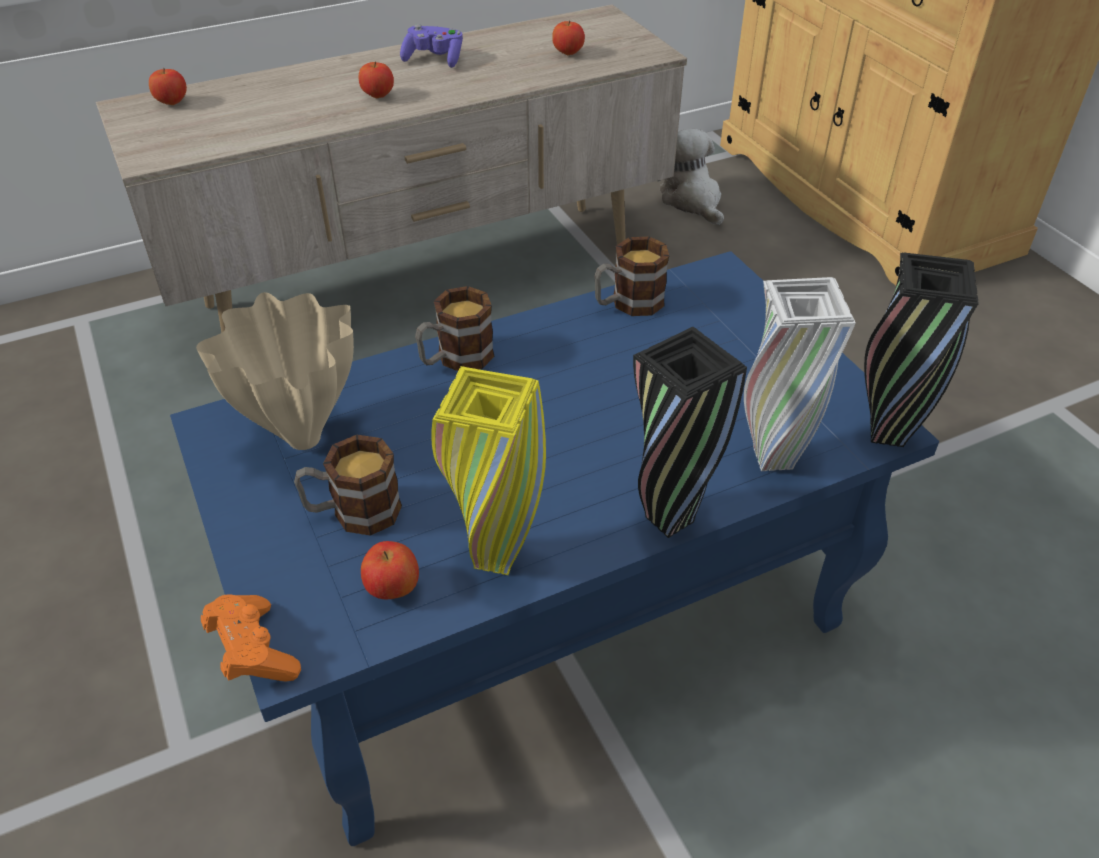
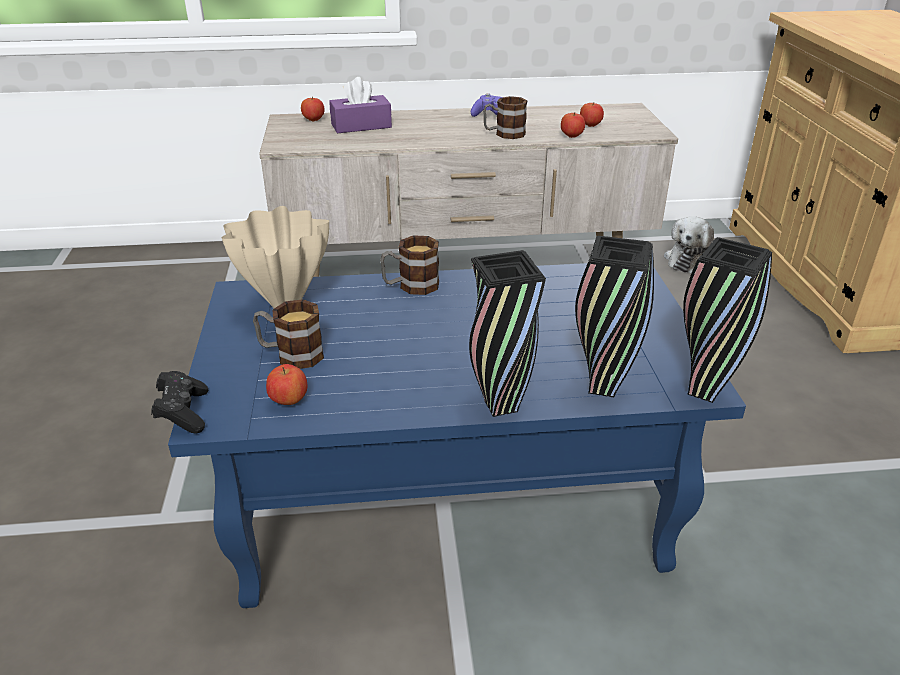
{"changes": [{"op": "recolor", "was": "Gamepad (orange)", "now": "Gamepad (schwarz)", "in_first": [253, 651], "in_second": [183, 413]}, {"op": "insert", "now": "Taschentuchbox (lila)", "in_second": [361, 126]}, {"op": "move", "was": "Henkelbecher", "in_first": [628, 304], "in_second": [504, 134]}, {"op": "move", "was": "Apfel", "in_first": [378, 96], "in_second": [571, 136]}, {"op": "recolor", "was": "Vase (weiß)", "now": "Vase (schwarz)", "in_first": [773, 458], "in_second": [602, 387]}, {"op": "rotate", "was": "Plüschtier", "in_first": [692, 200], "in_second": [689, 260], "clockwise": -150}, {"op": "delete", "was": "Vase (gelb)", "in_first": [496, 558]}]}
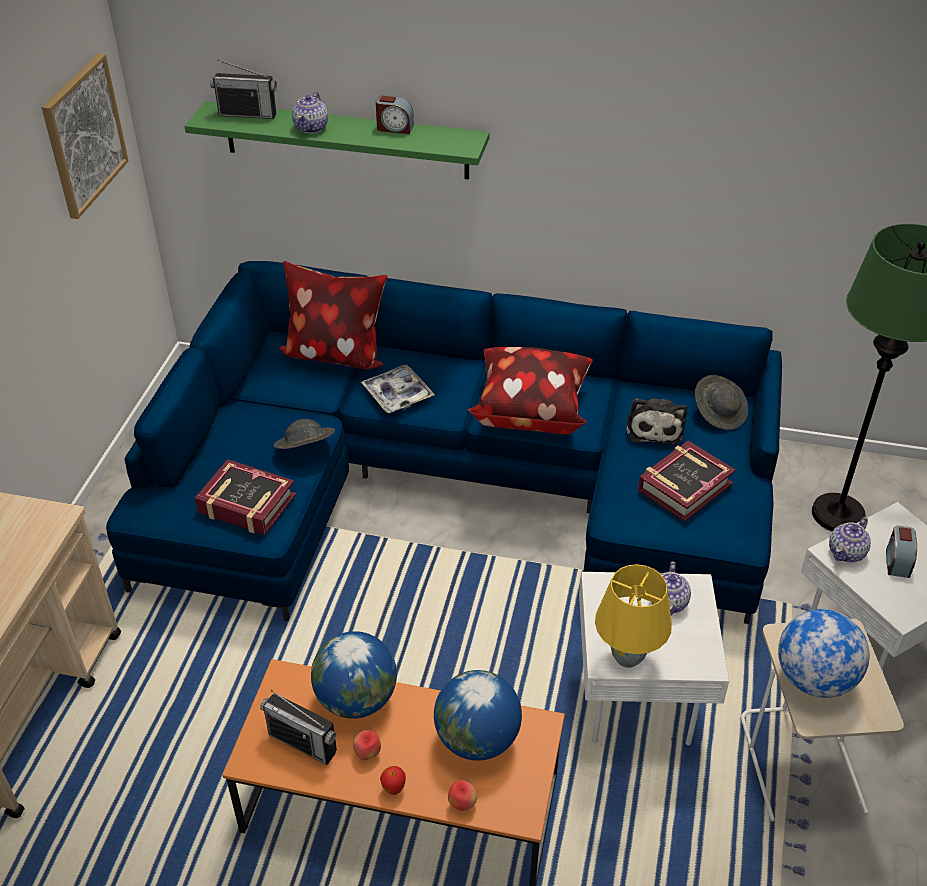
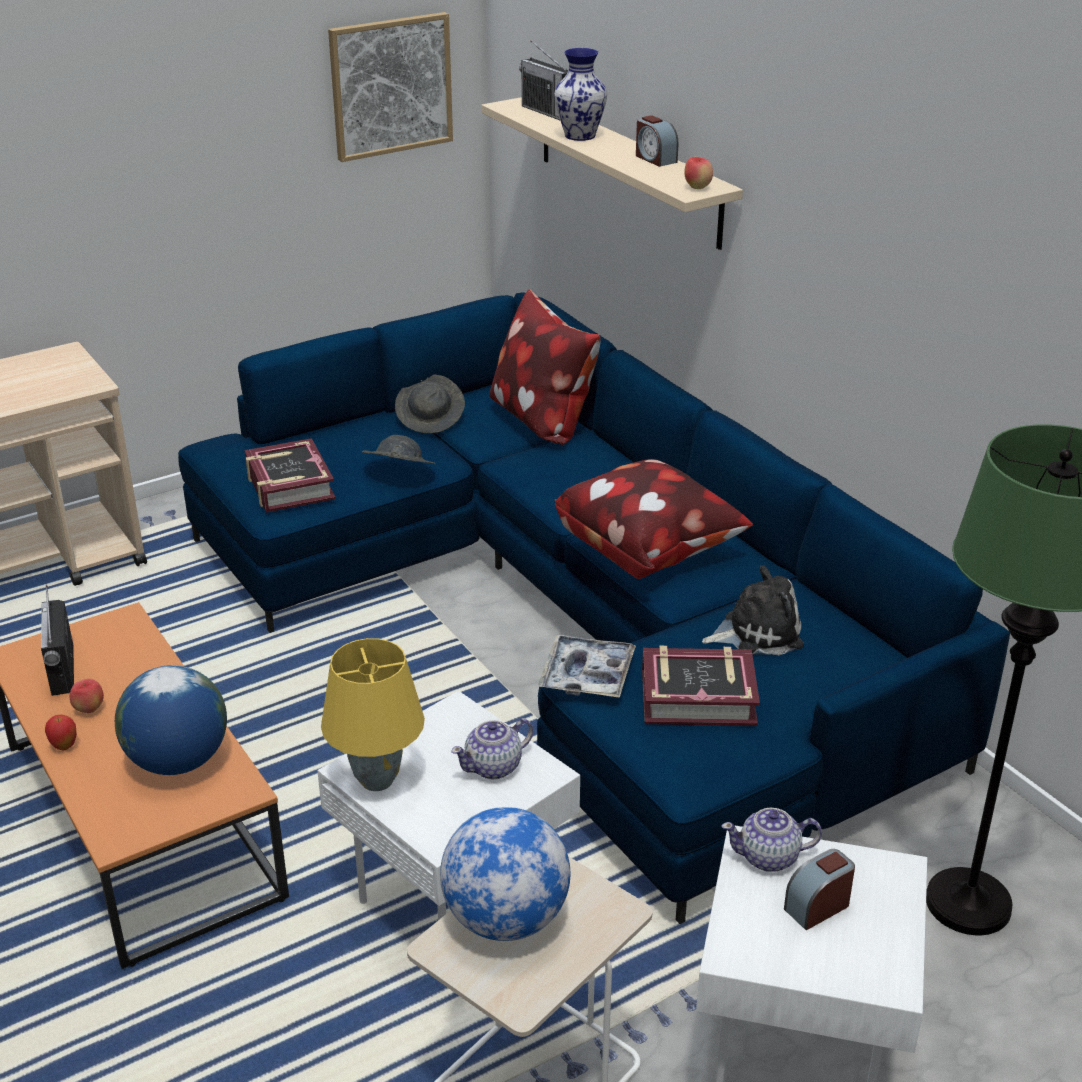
{"changes": [{"op": "move", "was": "Hut (grau)", "in_first": [719, 413], "in_second": [431, 419]}, {"op": "recolor", "was": "Wandregal (grün)", "now": "Wandregal (beige)", "in_first": [346, 140], "in_second": [628, 170]}, {"op": "move", "was": "Tablett", "in_first": [397, 394], "in_second": [587, 675]}, {"op": "replace", "was": "Teekanne", "now": "Vase", "in_first": [311, 127], "in_second": [581, 136]}, {"op": "move", "was": "Apfel", "in_first": [462, 804], "in_second": [697, 188]}, {"op": "rotate", "was": "Plüschtier", "in_first": [654, 427], "in_second": [757, 632], "clockwise": -150}, {"op": "delete", "was": "Globus", "in_first": [356, 700]}]}
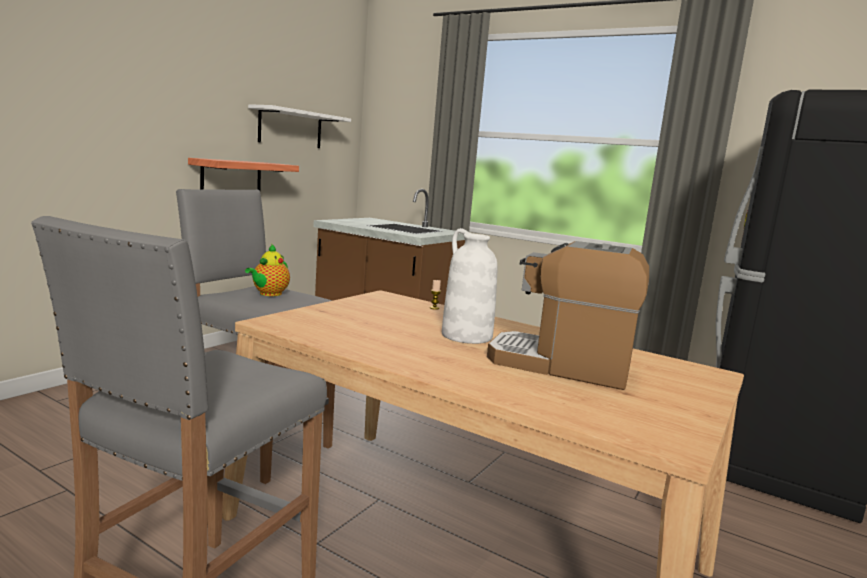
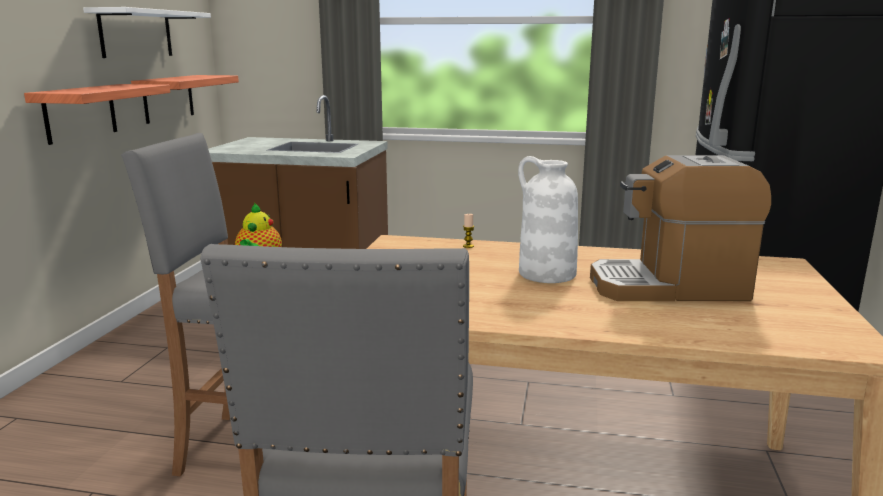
{"changes": [{"op": "insert", "now": "Wandregal", "in_second": [168, 98]}]}
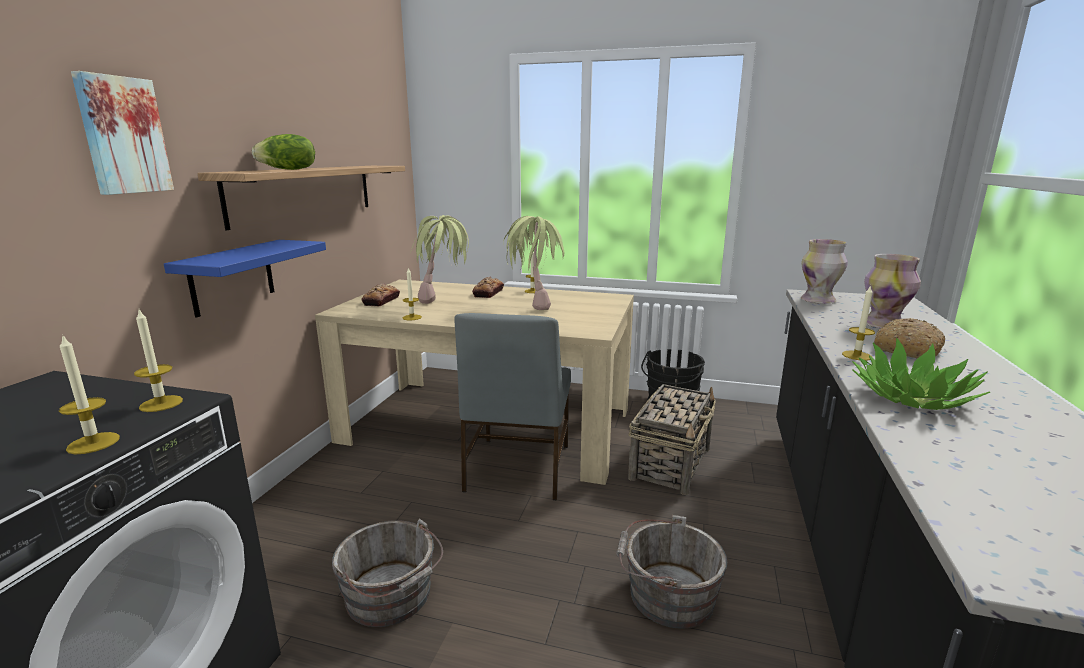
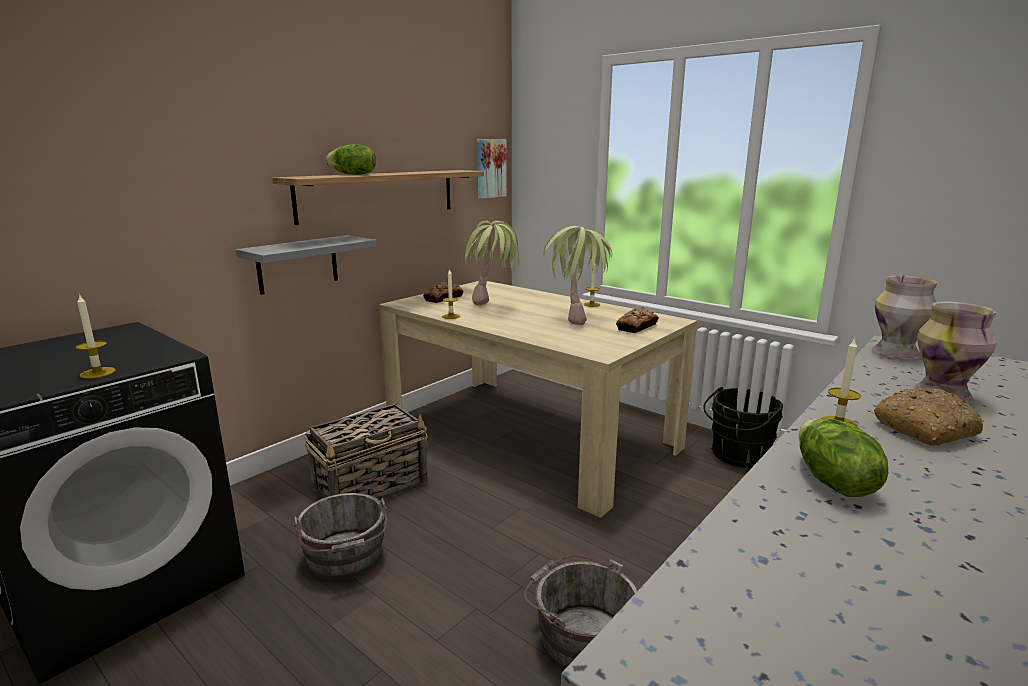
{"changes": [{"op": "recolor", "was": "Wandregal (blau)", "now": "Wandregal (grau)", "in_first": [232, 277], "in_second": [298, 264]}, {"op": "move", "was": "Korb", "in_first": [671, 463], "in_second": [372, 485]}, {"op": "move", "was": "Bild", "in_first": [122, 135], "in_second": [490, 168]}, {"op": "move", "was": "Brot", "in_first": [488, 293], "in_second": [637, 326]}, {"op": "replace", "was": "Topfpflanze", "now": "Salatkopf", "in_first": [912, 398], "in_second": [832, 482]}, {"op": "delete", "was": "Kerze", "in_first": [161, 403]}, {"op": "delete", "was": "Stuhl (grau)", "in_first": [517, 468]}]}
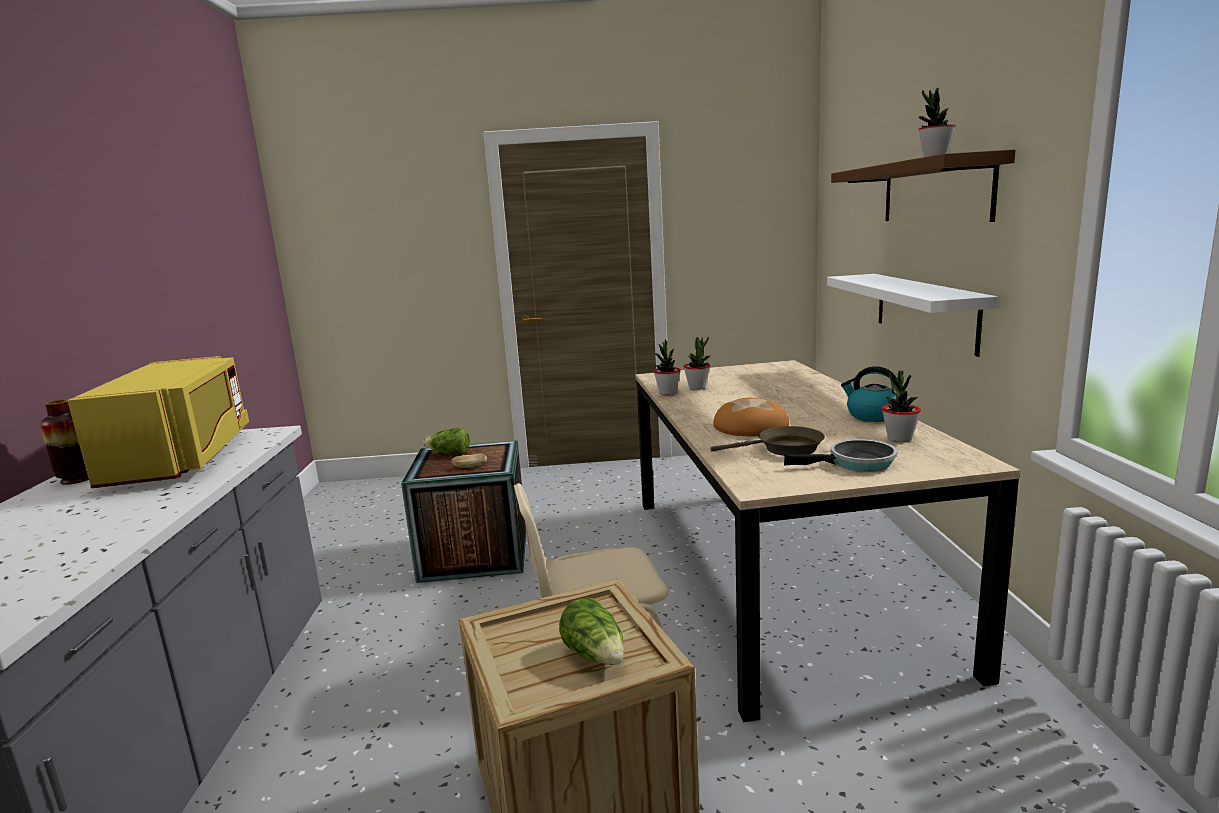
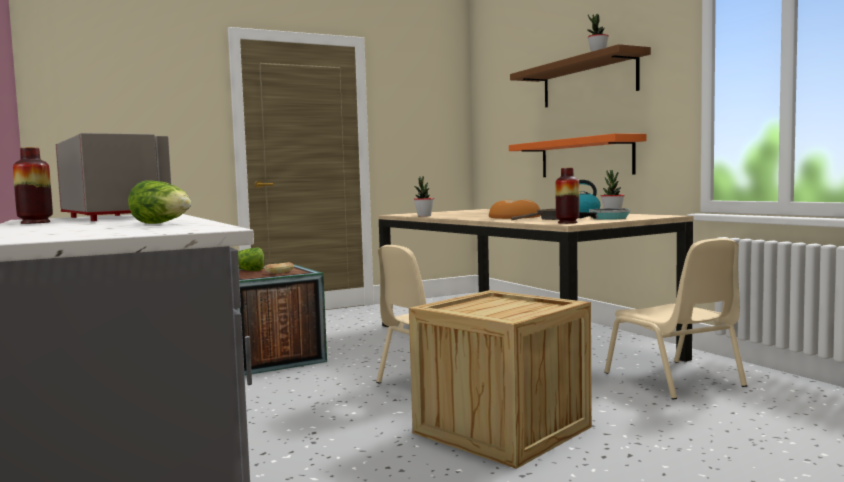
{"changes": [{"op": "recolor", "was": "Mikrowelle (gelb)", "now": "Mikrowelle (grau)", "in_first": [182, 459], "in_second": [114, 217]}, {"op": "move", "was": "Salatkopf", "in_first": [596, 655], "in_second": [163, 224]}, {"op": "recolor", "was": "Wandregal (weiß)", "now": "Wandregal (orange)", "in_first": [924, 310], "in_second": [585, 157]}, {"op": "insert", "now": "Vase", "in_second": [567, 223]}, {"op": "insert", "now": "Stuhl (beige)", "in_second": [675, 380]}, {"op": "delete", "was": "Topfpflanze", "in_first": [697, 387]}]}
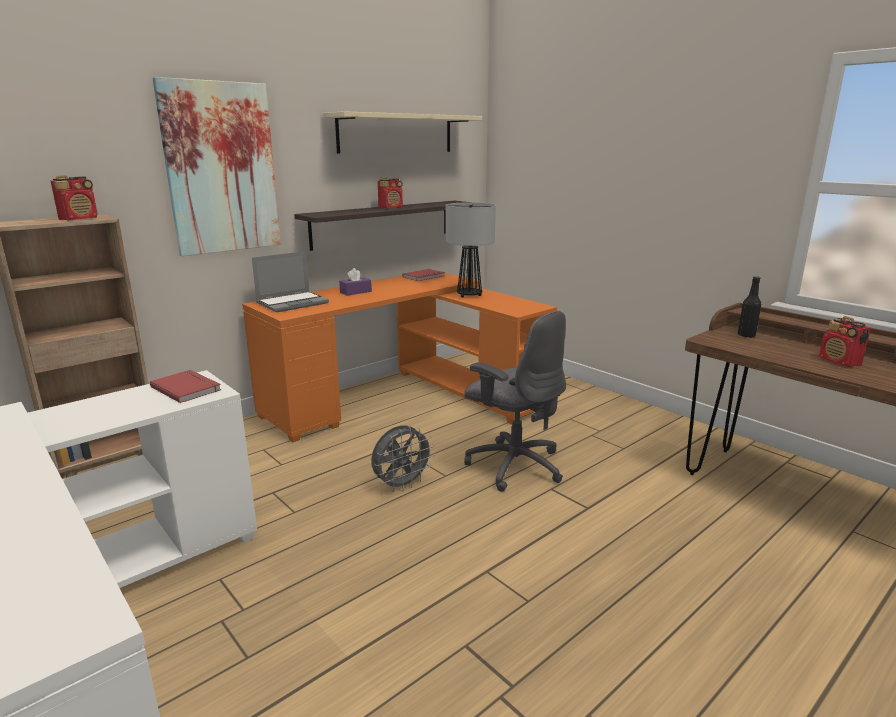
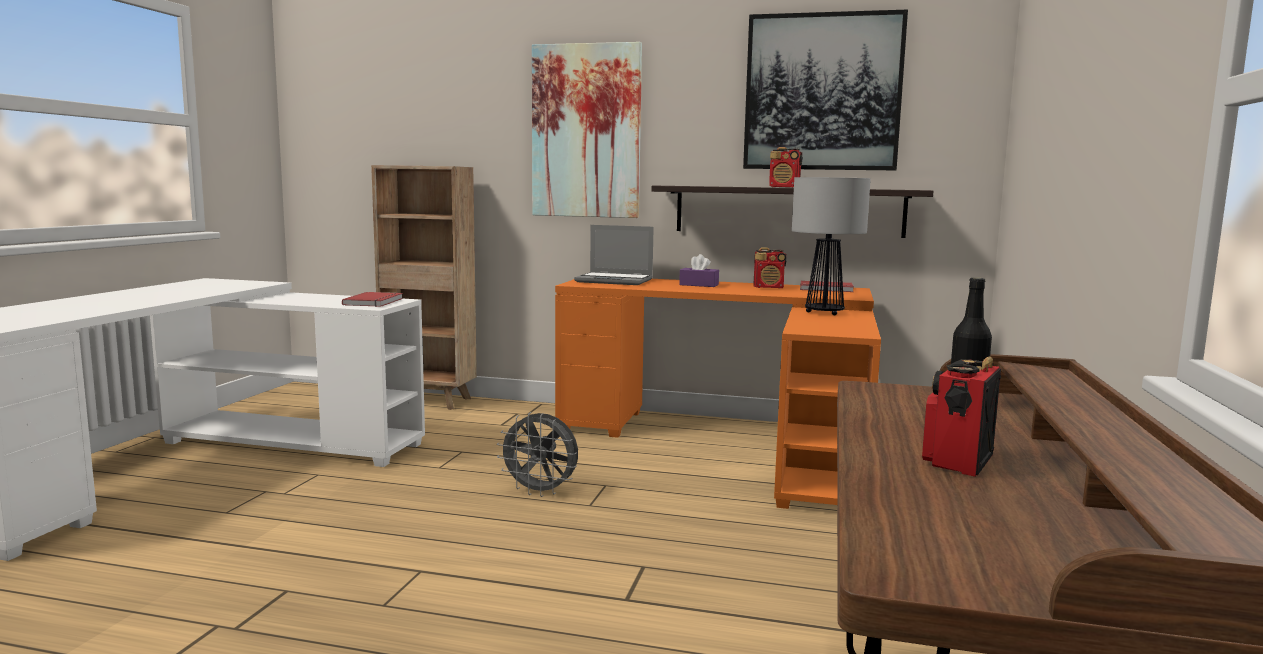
{"changes": [{"op": "replace", "was": "Wandregal (beige)", "now": "Bild", "in_first": [396, 133], "in_second": [822, 92]}, {"op": "move", "was": "Radio", "in_first": [80, 219], "in_second": [769, 287]}, {"op": "delete", "was": "Bürostuhl (grau)", "in_first": [514, 465]}]}
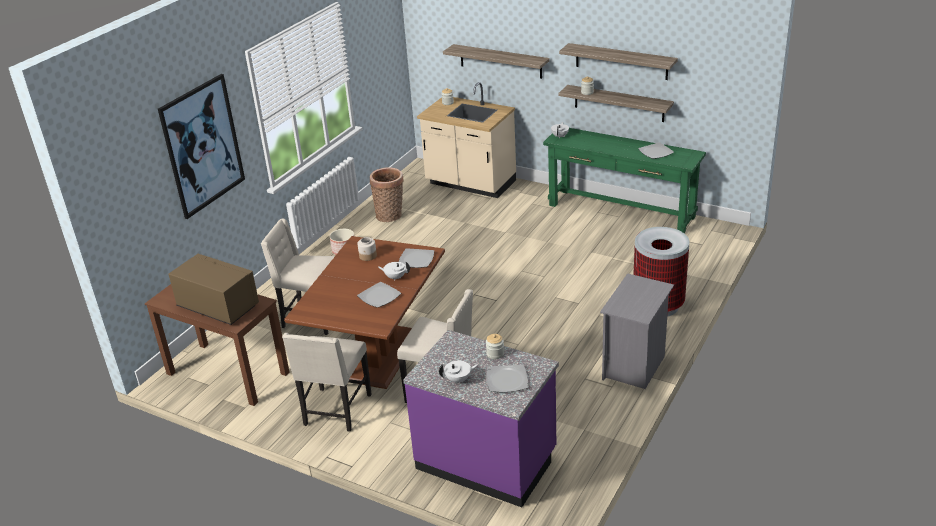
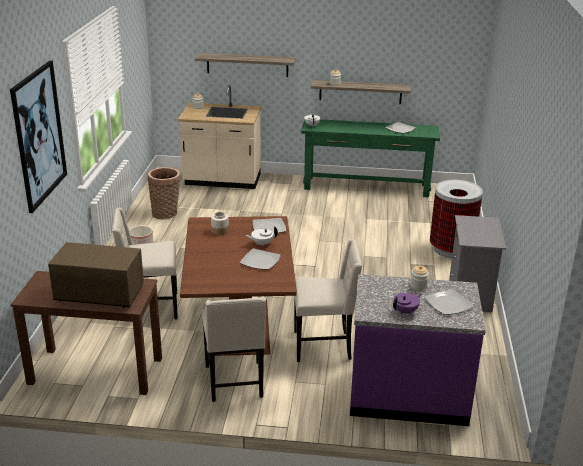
{"changes": [{"op": "recolor", "was": "Teekanne (weiß)", "now": "Teekanne (lila)", "in_first": [458, 380], "in_second": [406, 311]}, {"op": "delete", "was": "Wandregal", "in_first": [621, 61]}]}
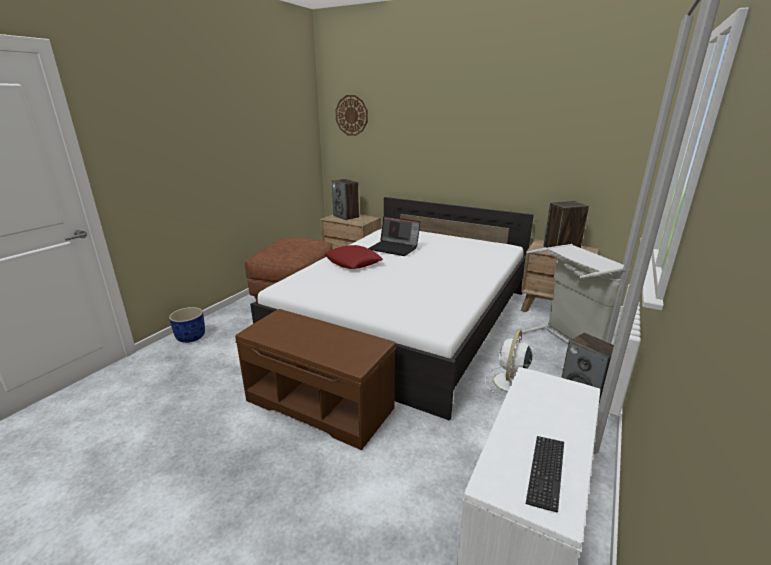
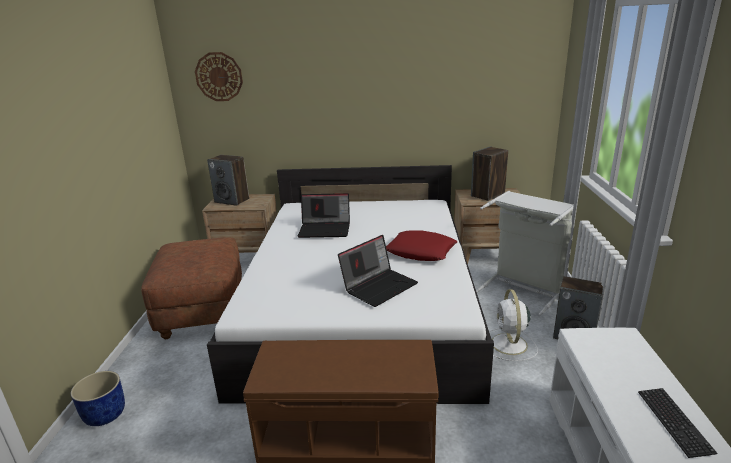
{"changes": [{"op": "insert", "now": "Laptop", "in_second": [379, 286]}, {"op": "move", "was": "Kissen (rot)", "in_first": [353, 262], "in_second": [421, 251]}]}
